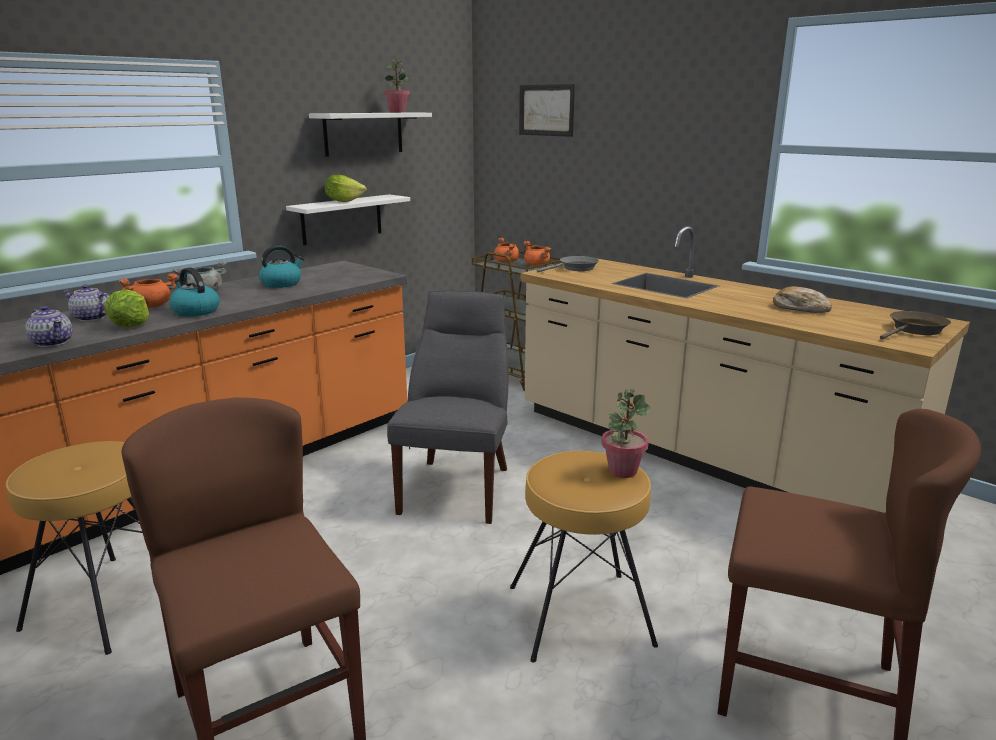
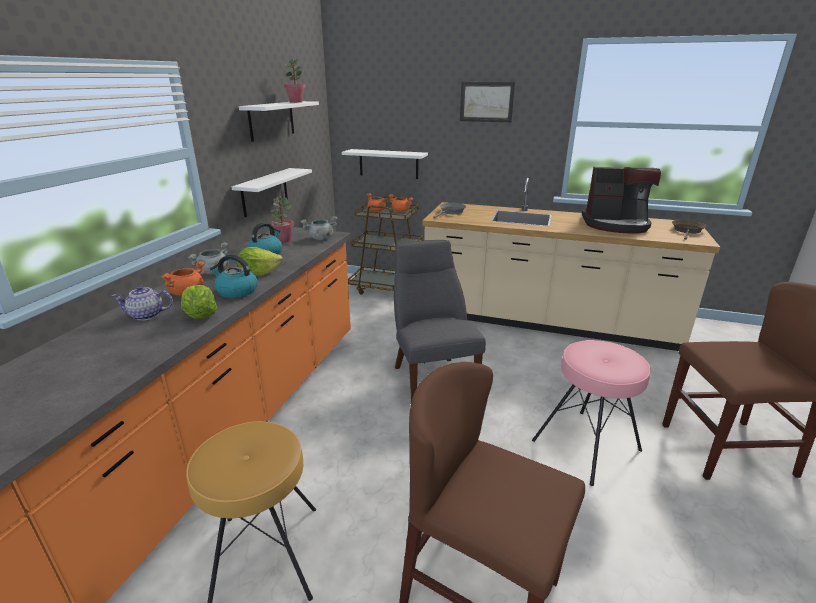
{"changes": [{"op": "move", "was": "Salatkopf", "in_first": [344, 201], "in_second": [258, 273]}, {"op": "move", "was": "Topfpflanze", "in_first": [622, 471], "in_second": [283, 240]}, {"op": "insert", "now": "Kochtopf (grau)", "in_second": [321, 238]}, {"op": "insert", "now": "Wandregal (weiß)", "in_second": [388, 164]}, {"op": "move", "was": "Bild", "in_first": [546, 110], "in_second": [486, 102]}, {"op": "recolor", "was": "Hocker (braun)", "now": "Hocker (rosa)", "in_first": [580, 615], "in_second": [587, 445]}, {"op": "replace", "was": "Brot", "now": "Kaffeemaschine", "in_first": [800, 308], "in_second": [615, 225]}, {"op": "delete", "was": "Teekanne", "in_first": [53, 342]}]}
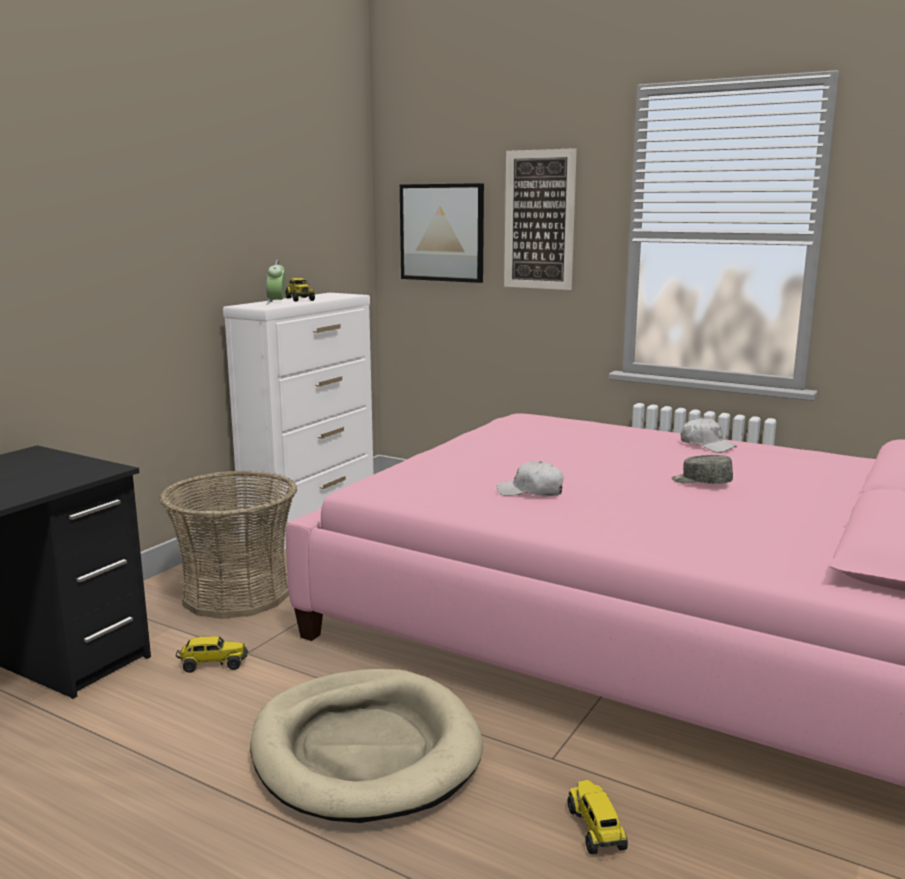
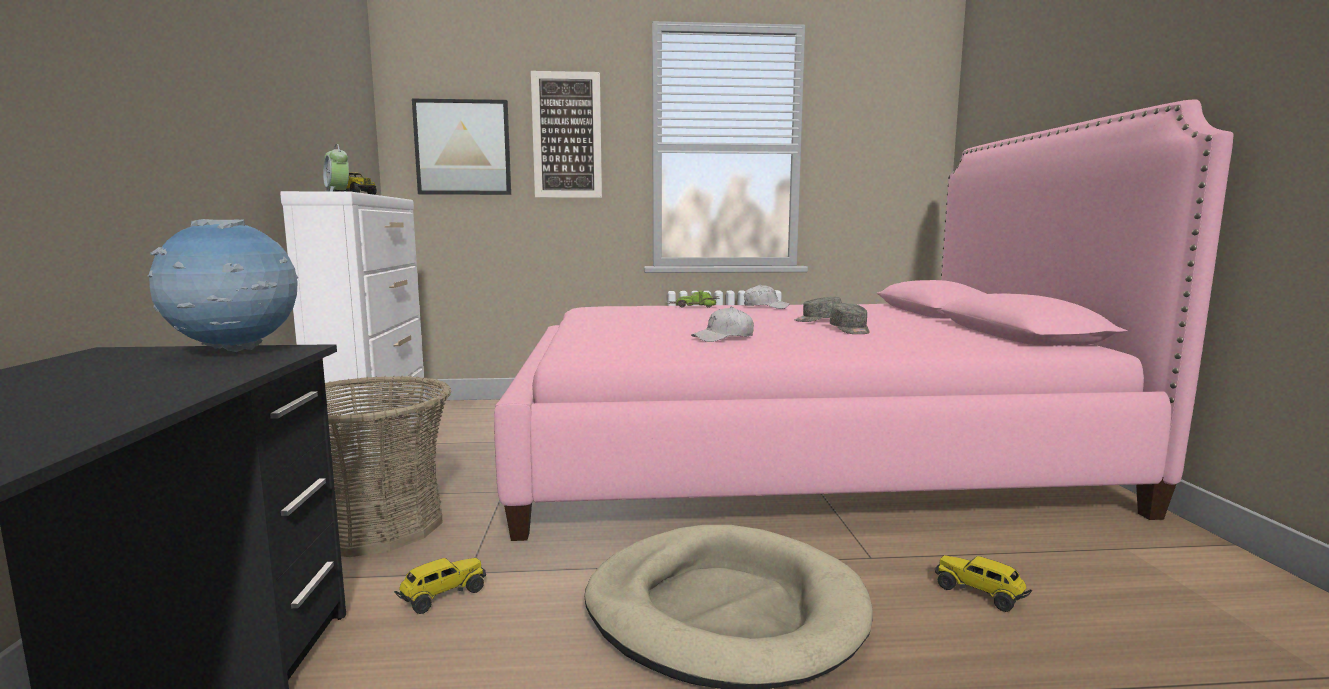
{"changes": [{"op": "insert", "now": "Globus", "in_second": [235, 352]}, {"op": "insert", "now": "Spielzeugauto", "in_second": [693, 306]}, {"op": "insert", "now": "Kappe (grau)", "in_second": [850, 330]}]}
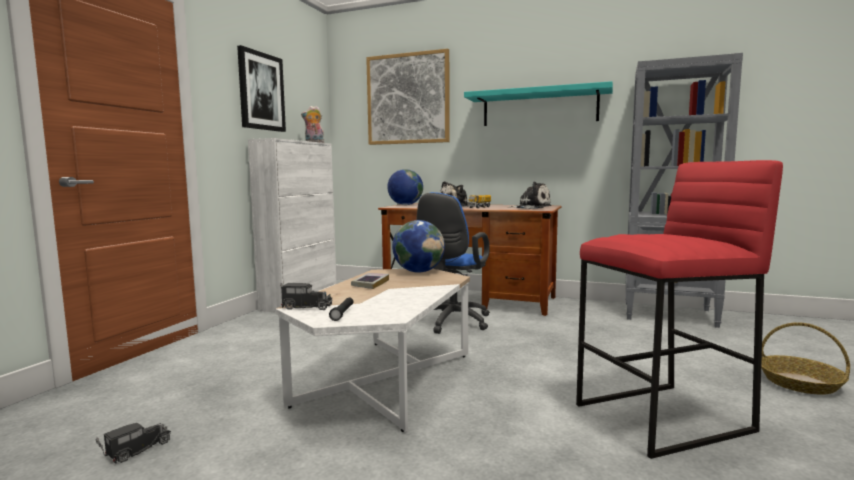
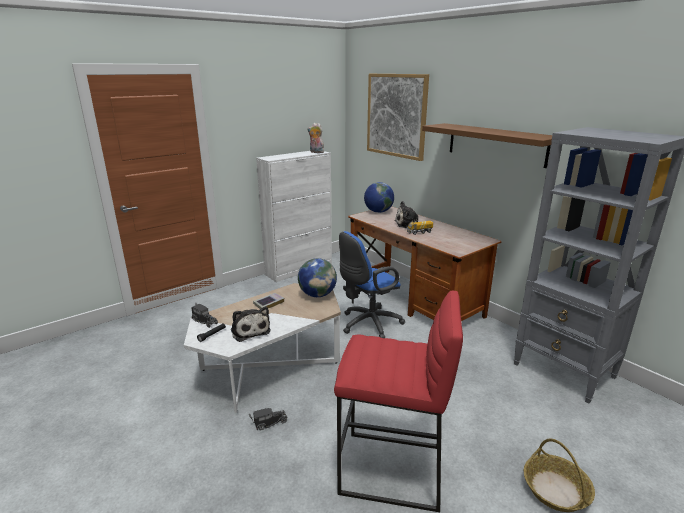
{"changes": [{"op": "move", "was": "Plüschtier", "in_first": [531, 207], "in_second": [250, 330]}, {"op": "move", "was": "Spielzeuglaster", "in_first": [135, 450], "in_second": [268, 423]}, {"op": "recolor", "was": "Wandregal (türkis)", "now": "Wandregal (braun)", "in_first": [539, 108], "in_second": [496, 144]}, {"op": "delete", "was": "Bild", "in_first": [261, 91]}]}
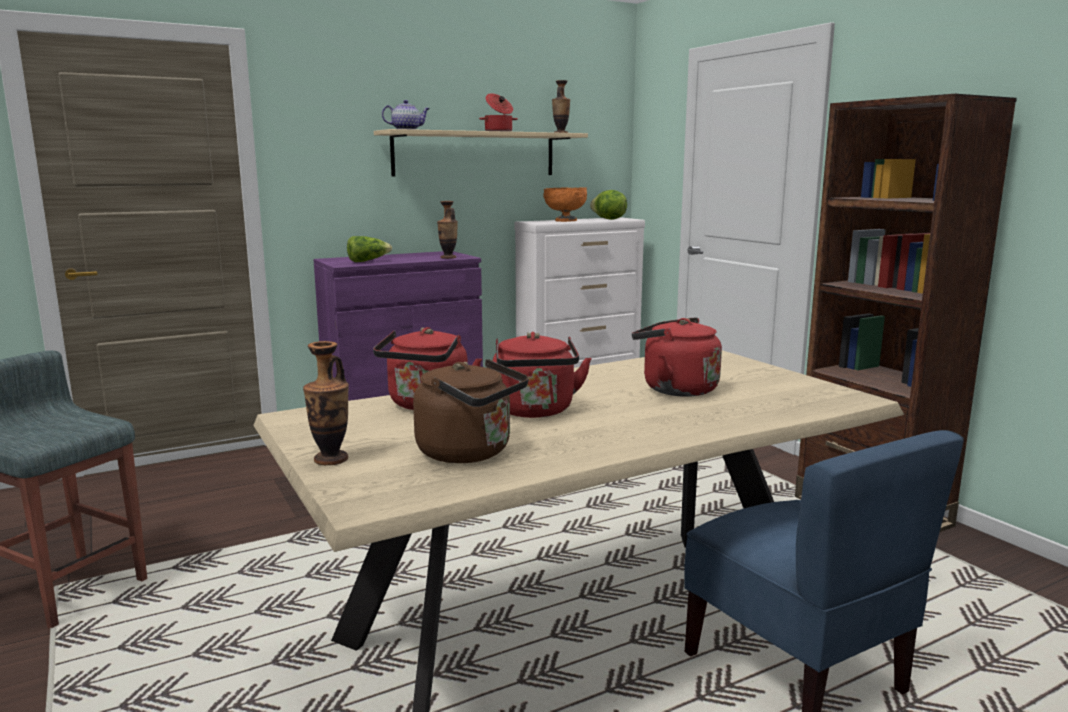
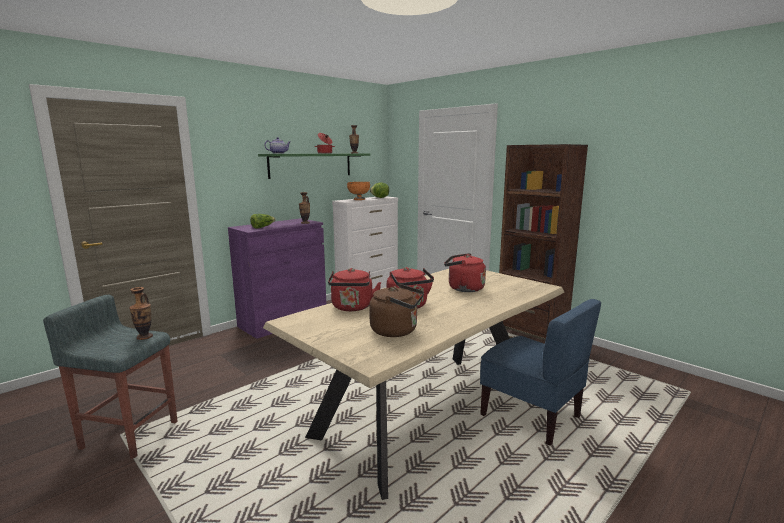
{"changes": [{"op": "move", "was": "Vase", "in_first": [331, 459], "in_second": [144, 337]}, {"op": "recolor", "was": "Wandregal (beige)", "now": "Wandregal (grün)", "in_first": [475, 154], "in_second": [311, 165]}]}
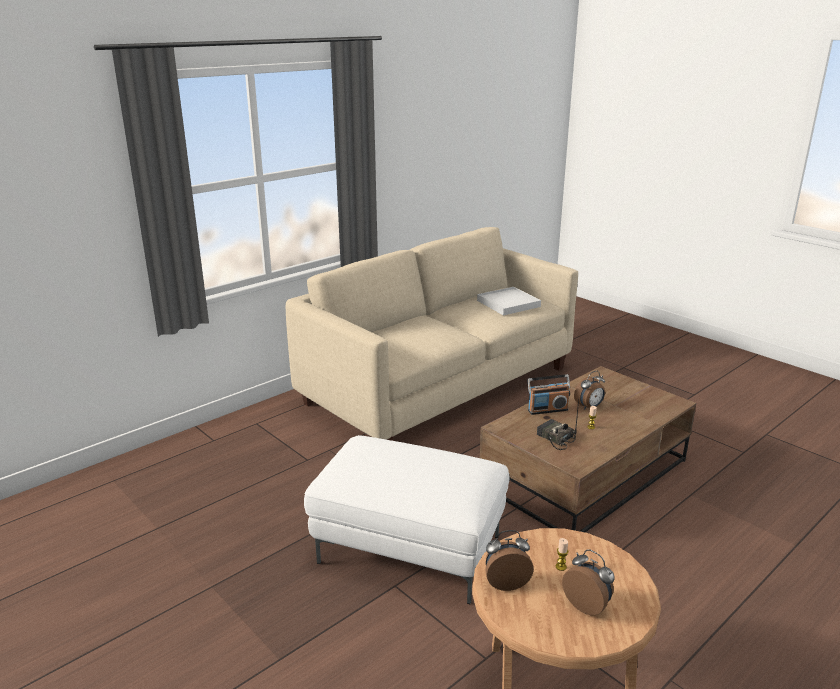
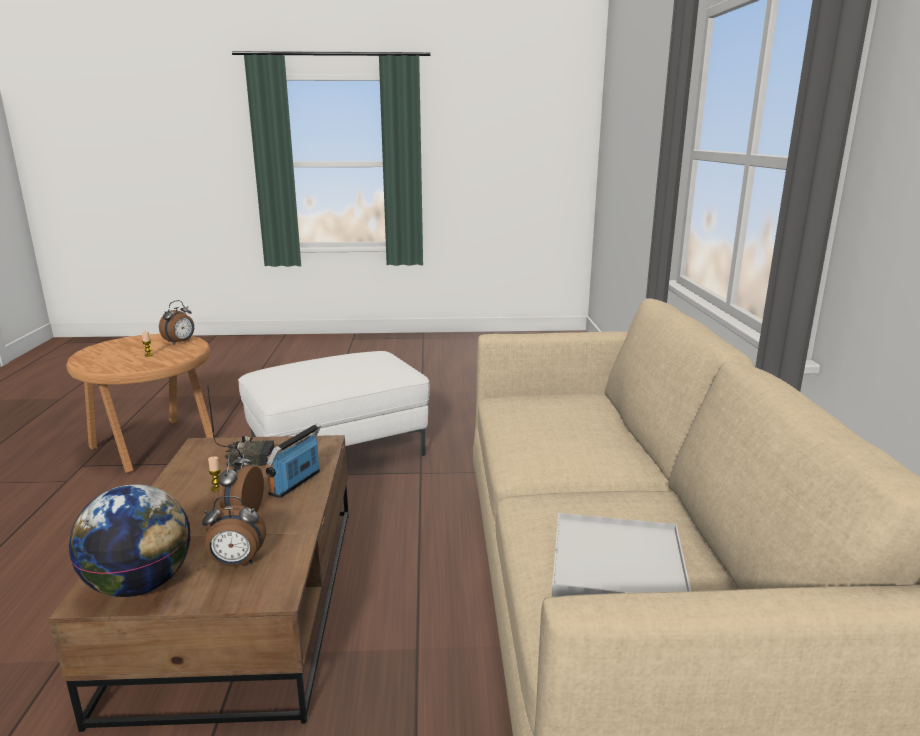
{"changes": [{"op": "insert", "now": "Globus", "in_second": [140, 585]}, {"op": "move", "was": "Wecker", "in_first": [587, 605], "in_second": [237, 563]}]}
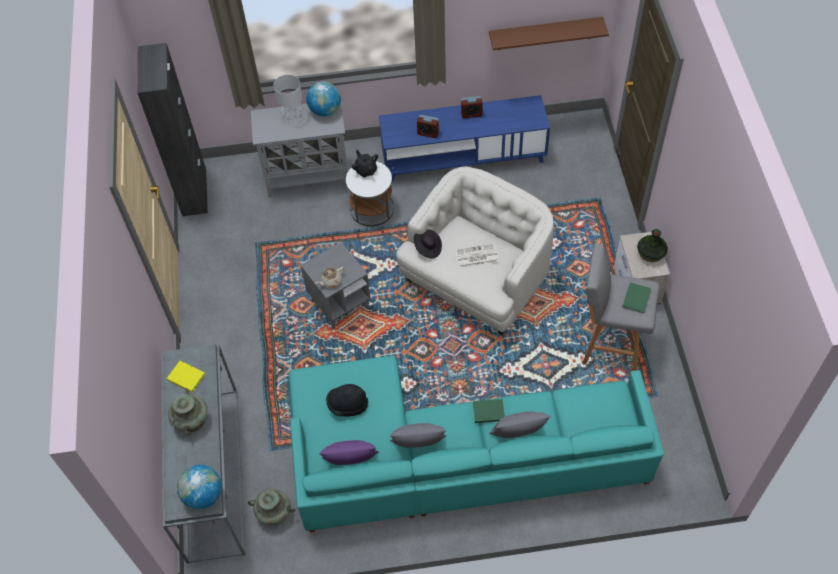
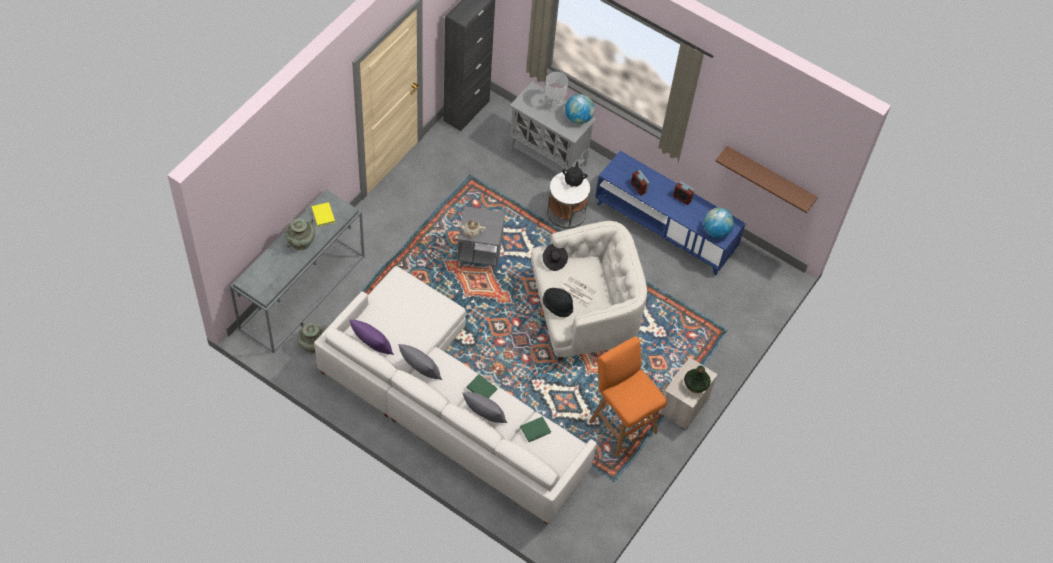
{"changes": [{"op": "recolor", "was": "Sofa (türkis)", "now": "Sofa (weiß)", "in_first": [450, 457], "in_second": [445, 403]}, {"op": "move", "was": "Buch (grün)", "in_first": [637, 298], "in_second": [536, 430]}, {"op": "move", "was": "Hut (schwarz)", "in_first": [347, 405], "in_second": [557, 305]}, {"op": "recolor", "was": "Hocker (grau)", "now": "Hocker (orange)", "in_first": [610, 344], "in_second": [621, 425]}, {"op": "move", "was": "Globus", "in_first": [203, 495], "in_second": [716, 231]}]}
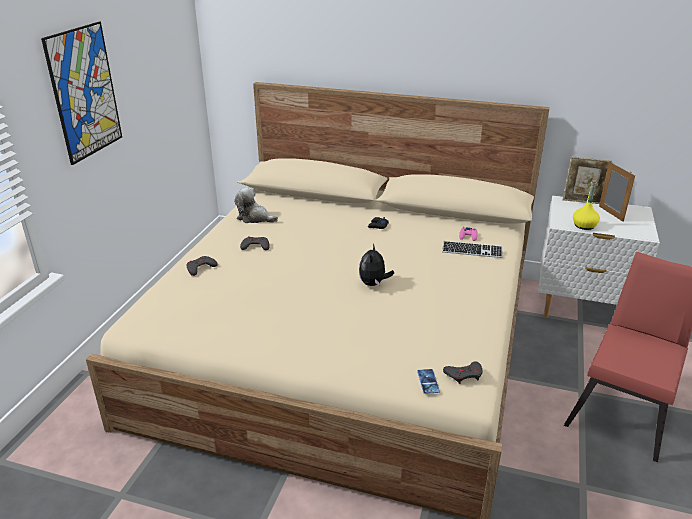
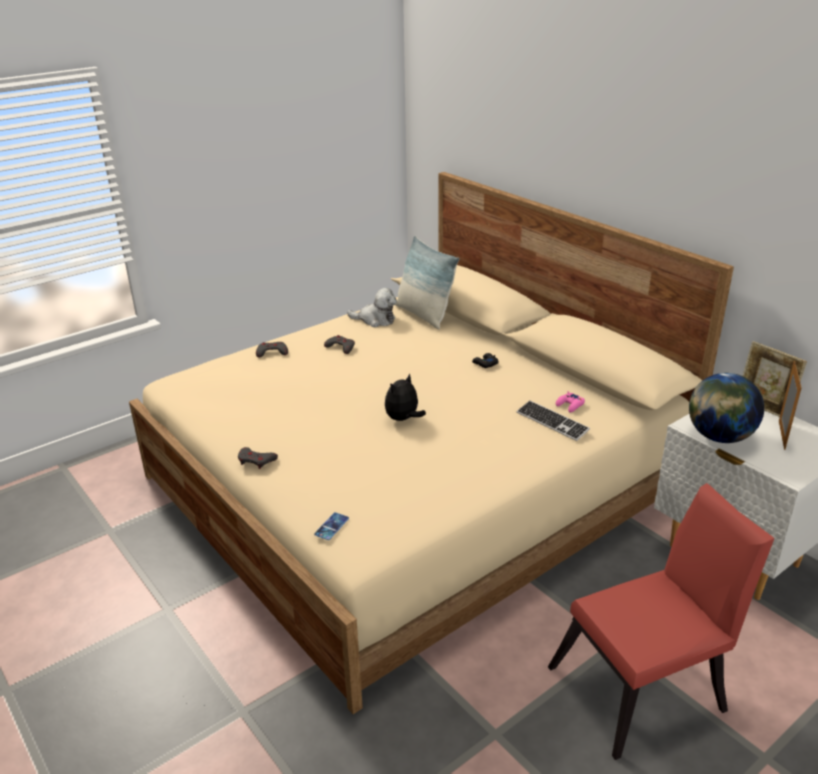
{"changes": [{"op": "move", "was": "Gamepad (grau)", "in_first": [464, 375], "in_second": [256, 460]}, {"op": "rotate", "was": "Plüschtier", "in_first": [254, 218], "in_second": [375, 320], "clockwise": 135}, {"op": "insert", "now": "Kissen", "in_second": [424, 315]}, {"op": "replace", "was": "Flasche (gelb)", "now": "Globus", "in_first": [584, 225], "in_second": [719, 437]}, {"op": "delete", "was": "Bild", "in_first": [84, 92]}]}
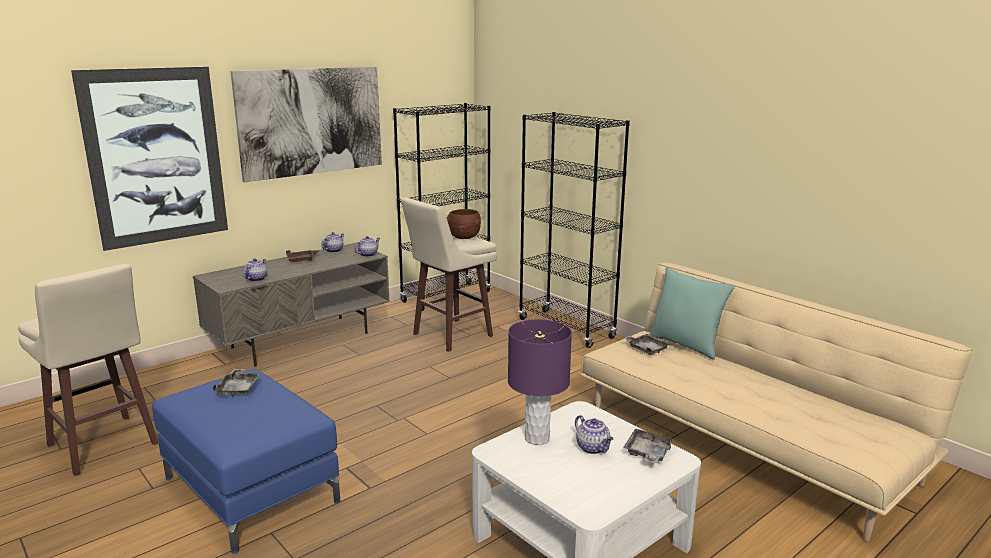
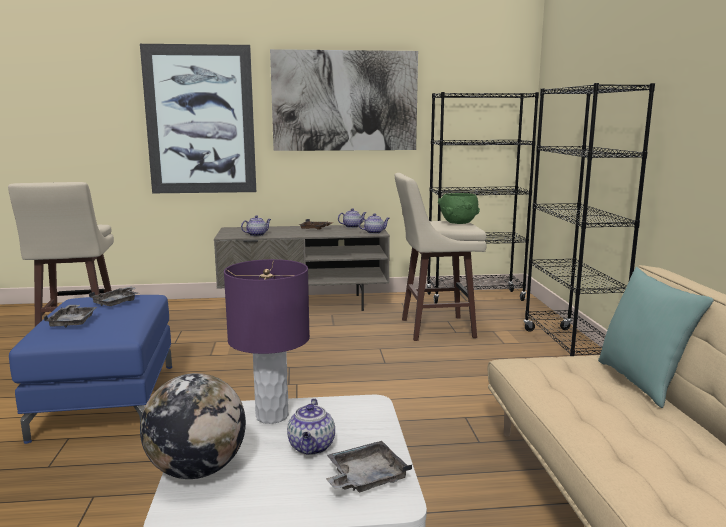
{"changes": [{"op": "move", "was": "Tablett (grau)", "in_first": [646, 349], "in_second": [73, 322]}, {"op": "insert", "now": "Globus", "in_second": [197, 470]}, {"op": "recolor", "was": "Schüssel (braun)", "now": "Schüssel (grün)", "in_first": [464, 237], "in_second": [458, 223]}]}
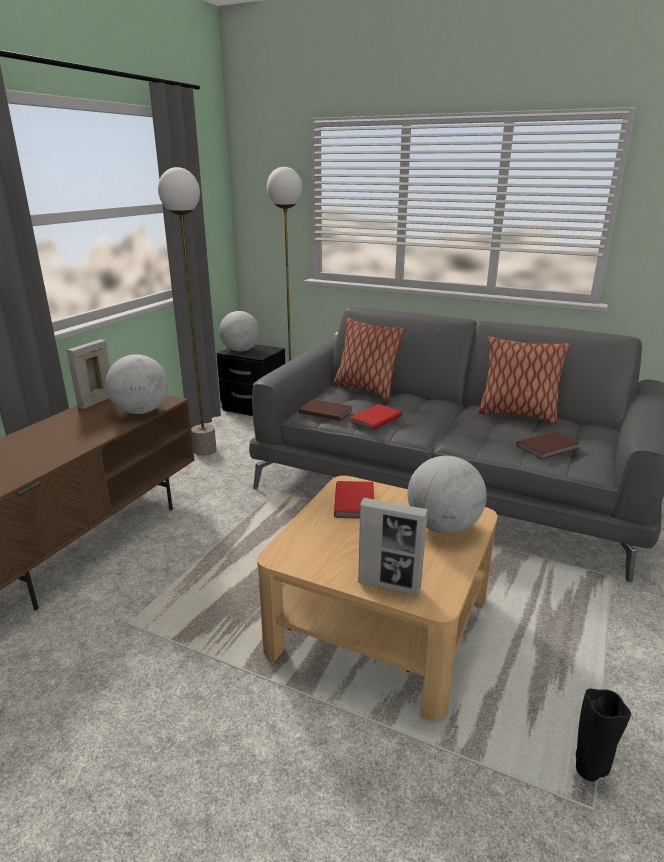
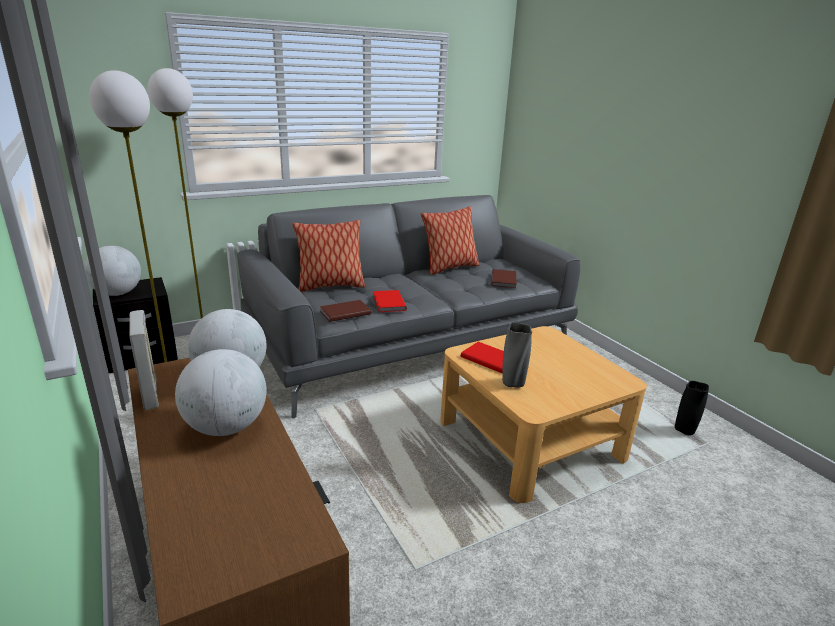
{"changes": [{"op": "move", "was": "Globus", "in_first": [443, 527], "in_second": [226, 427]}, {"op": "insert", "now": "Vase (grau)", "in_second": [512, 384]}, {"op": "delete", "was": "Bilderrahmen", "in_first": [389, 585]}]}
